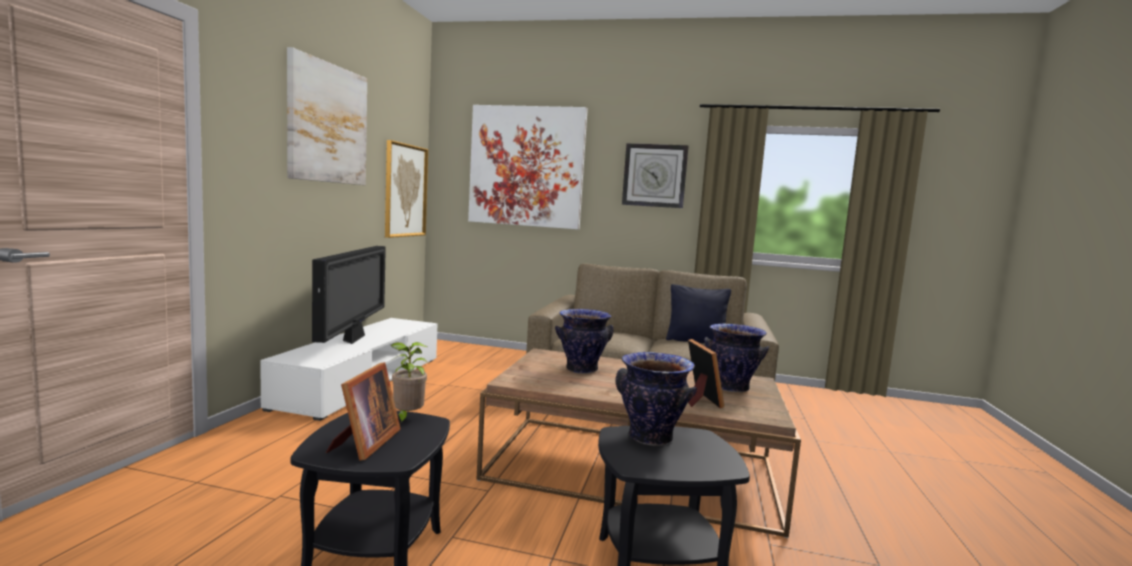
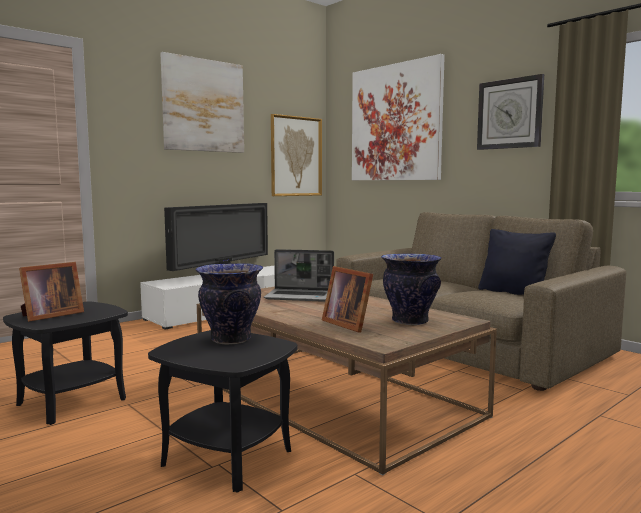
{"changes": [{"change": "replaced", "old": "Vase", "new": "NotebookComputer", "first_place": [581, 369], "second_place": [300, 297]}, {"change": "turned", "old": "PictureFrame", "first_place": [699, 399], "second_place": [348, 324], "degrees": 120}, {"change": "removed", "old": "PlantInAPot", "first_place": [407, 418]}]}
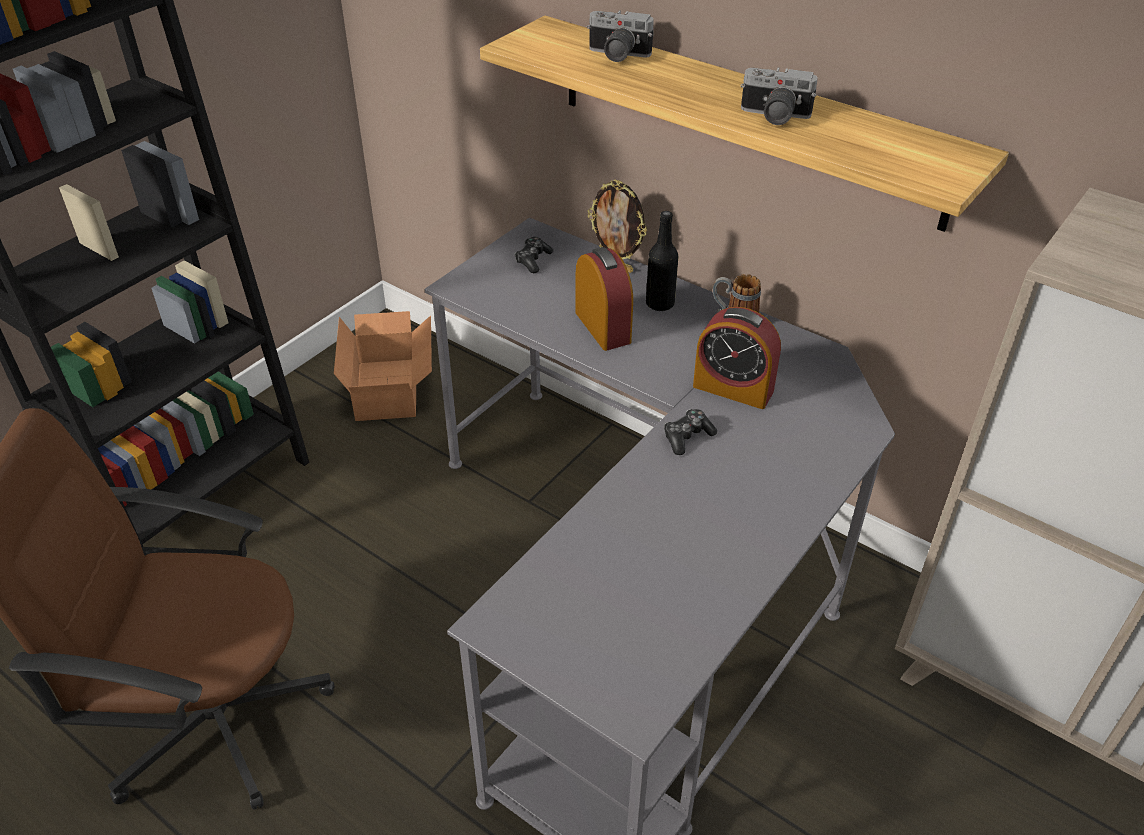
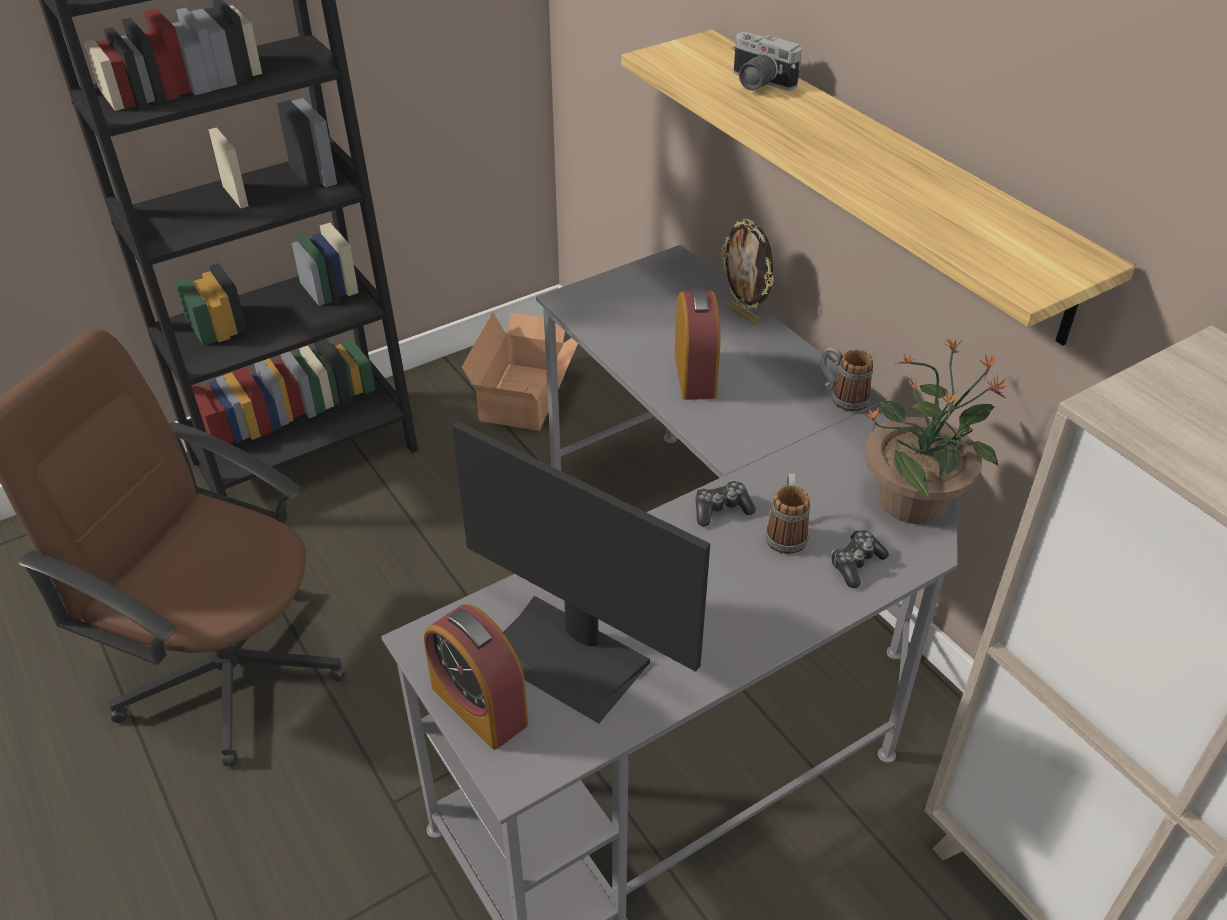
{"changes": [{"change": "removed", "old": "StillCamera", "first_place": [773, 117]}, {"change": "removed", "old": "BlackBottle", "first_place": [660, 304]}, {"change": "moved", "old": "GameController", "first_place": [533, 260], "second_place": [856, 564]}, {"change": "moved", "old": "AlarmClock", "first_place": [733, 388], "second_place": [479, 705]}, {"change": "added", "new": "PlantInAPot", "second_place": [914, 500]}, {"change": "added", "new": "Monitor", "second_place": [569, 656]}, {"change": "added", "new": "TeaMug", "second_place": [786, 532]}]}
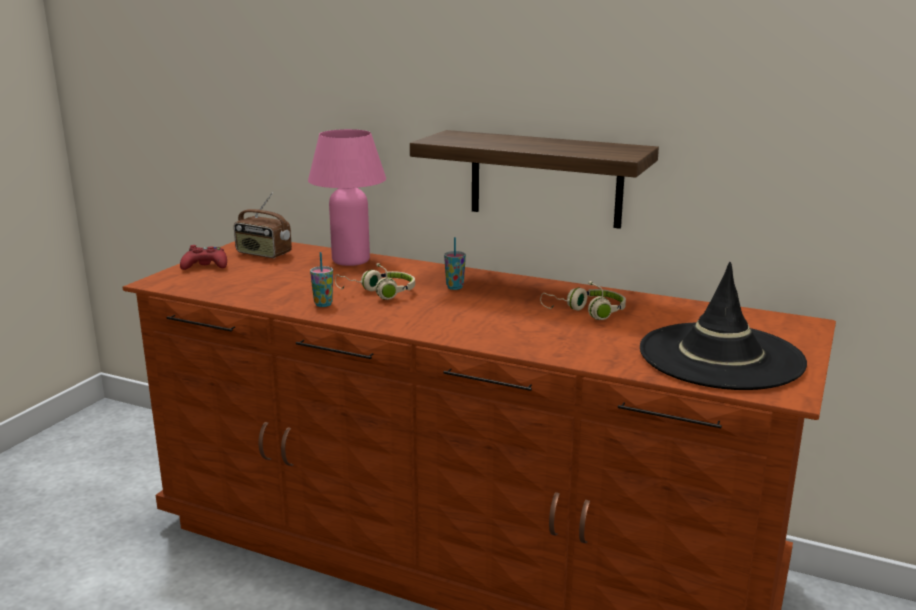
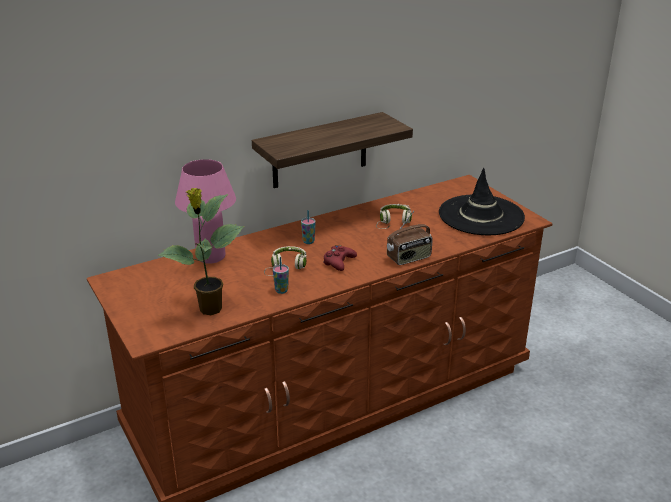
{"changes": [{"change": "moved", "old": "RadioSet", "first_place": [263, 254], "second_place": [409, 258]}, {"change": "moved", "old": "ReddishGameController", "first_place": [205, 266], "second_place": [339, 262]}, {"change": "added", "new": "PlantInAPot", "second_place": [209, 310]}]}
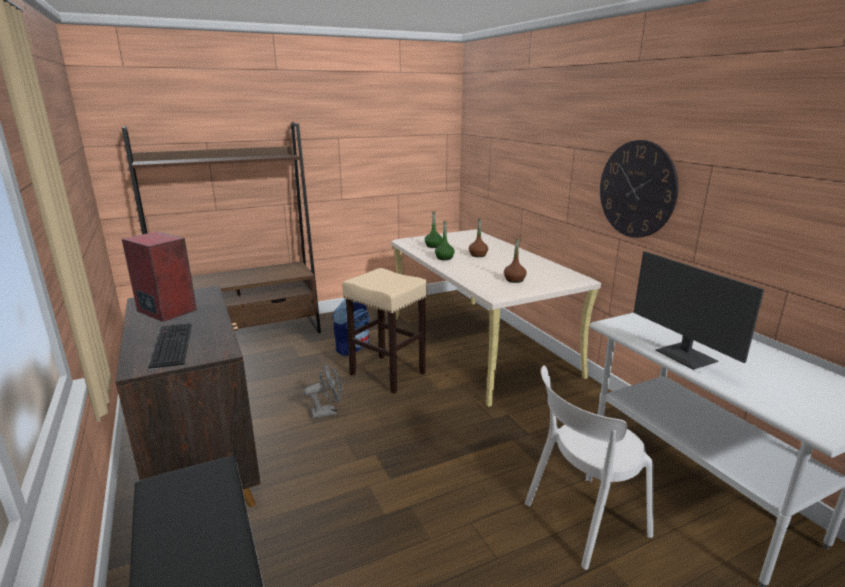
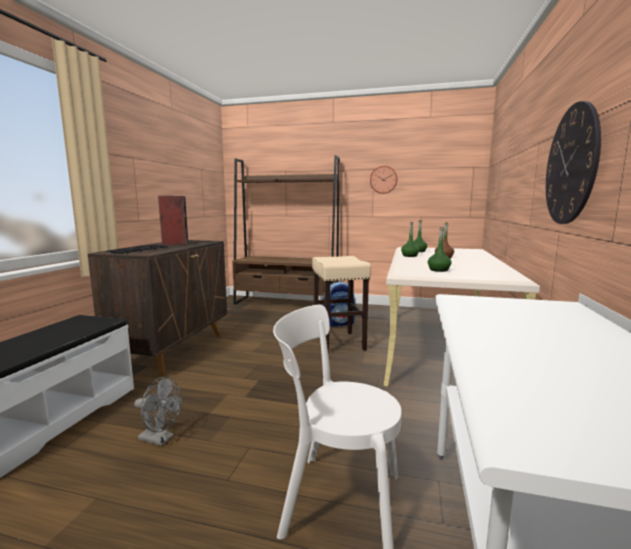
{"changes": [{"change": "recoloured", "old": "BrownishBottle", "new": "GreenishBottle", "first_place": [514, 280], "second_place": [439, 270]}, {"change": "removed", "old": "Monitor", "first_place": [685, 356]}, {"change": "moved", "old": "GrayCoolingFan", "first_place": [328, 412], "second_place": [160, 439]}, {"change": "added", "new": "ClockOnTheWall", "second_place": [383, 179]}]}
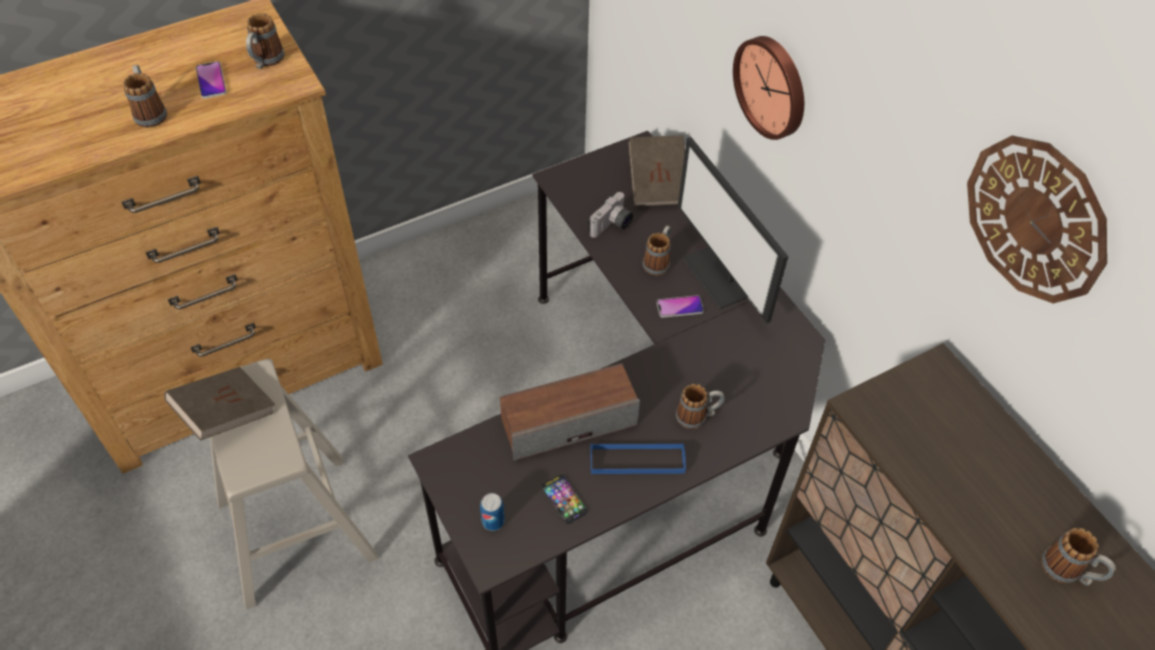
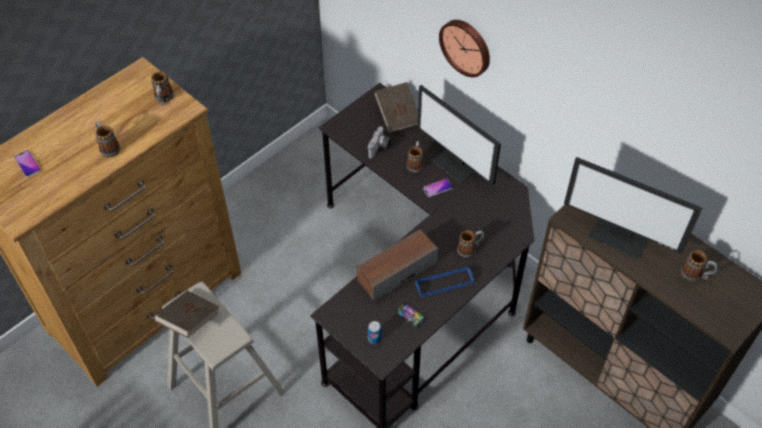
{"changes": [{"change": "moved", "old": "Handset", "first_place": [211, 81], "second_place": [27, 164]}, {"change": "removed", "old": "ClockOnTheWall", "first_place": [1036, 219]}, {"change": "added", "new": "Monitor", "second_place": [620, 236]}]}
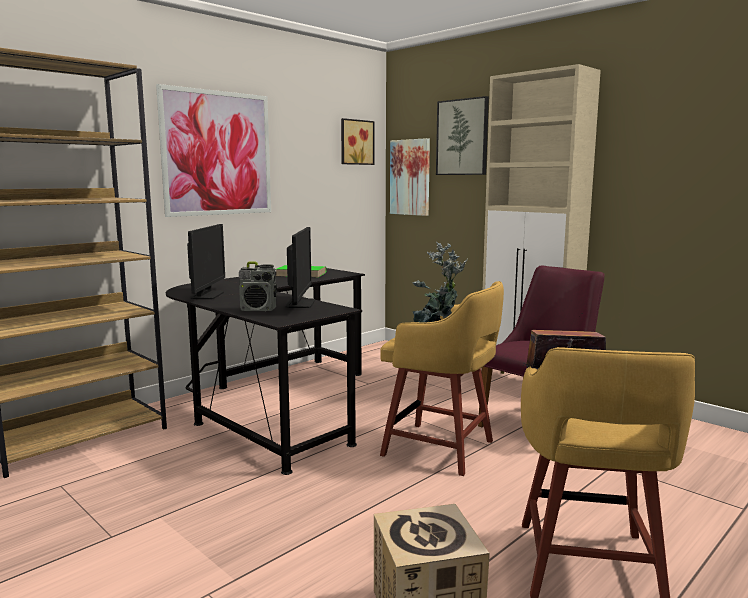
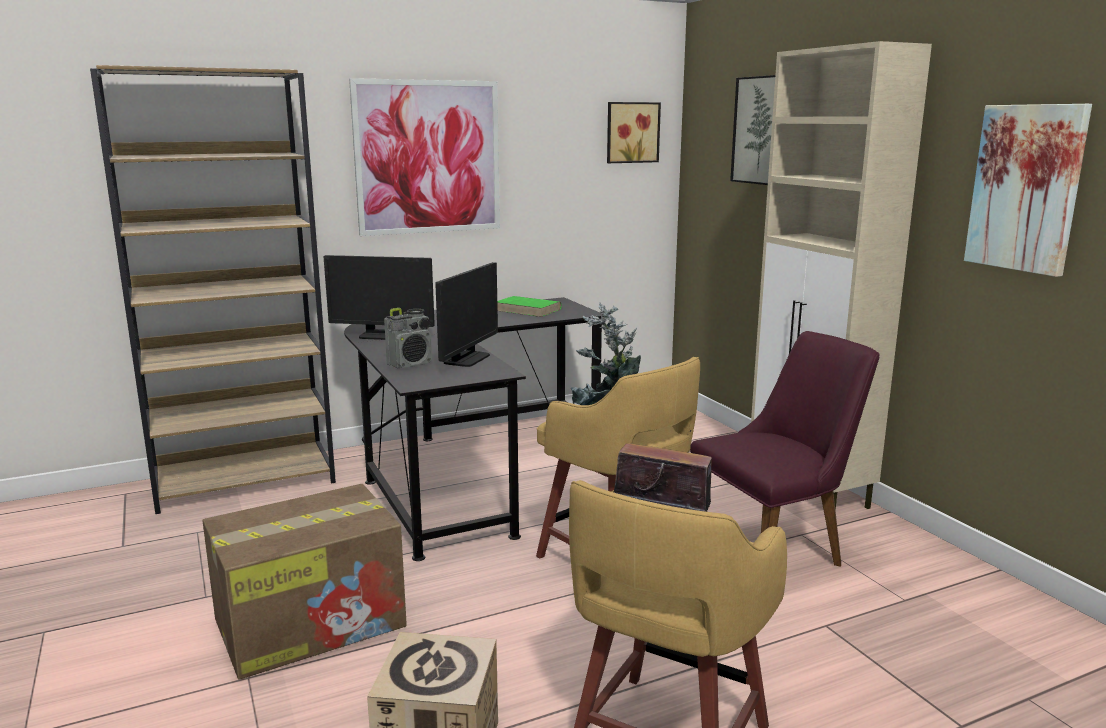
{"changes": [{"change": "moved", "old": "WallArt", "first_place": [410, 177], "second_place": [1026, 188]}, {"change": "turned", "old": "Monitor", "first_place": [207, 295], "second_place": [383, 336], "degrees": 75}, {"change": "turned", "old": "RadioSet", "first_place": [258, 309], "second_place": [410, 364], "degrees": -60}, {"change": "added", "new": "PackingBox", "second_place": [313, 622]}]}
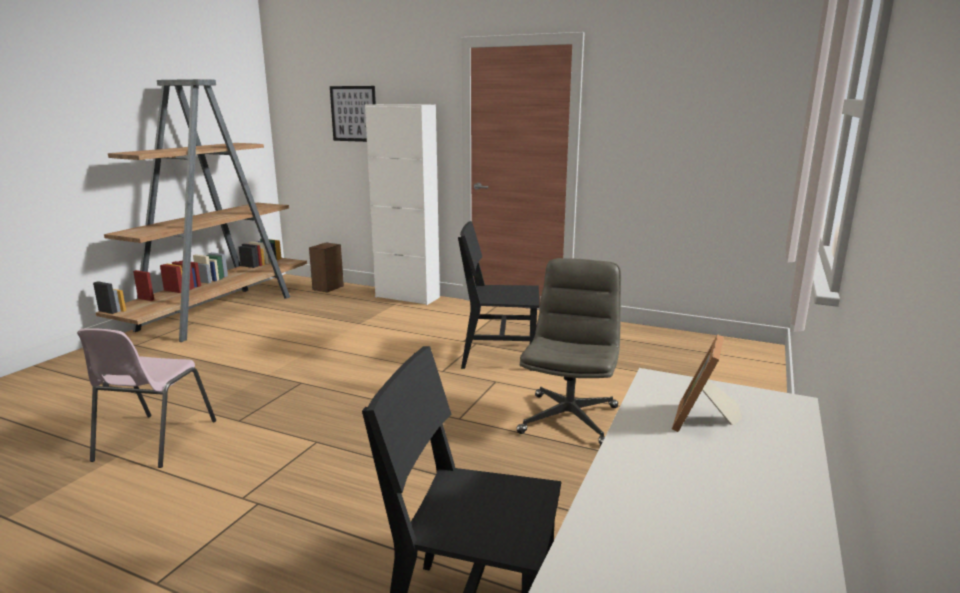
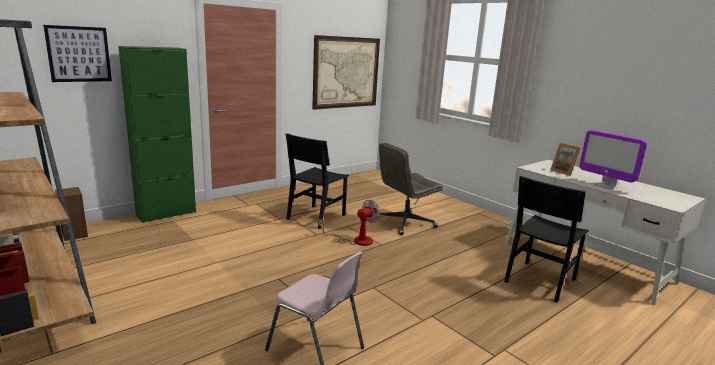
{"changes": [{"change": "recoloured", "old": "WhitishStorageCabinet", "new": "GreenishStorageCabinet", "first_place": [407, 297], "second_place": [166, 213]}, {"change": "turned", "old": "GrayOfficeChair", "first_place": [569, 419], "second_place": [404, 223], "degrees": -75}, {"change": "added", "new": "WallArt", "second_place": [346, 72]}, {"change": "added", "new": "Monitor", "second_place": [605, 186]}, {"change": "added", "new": "CoolingFan", "second_place": [355, 240]}]}
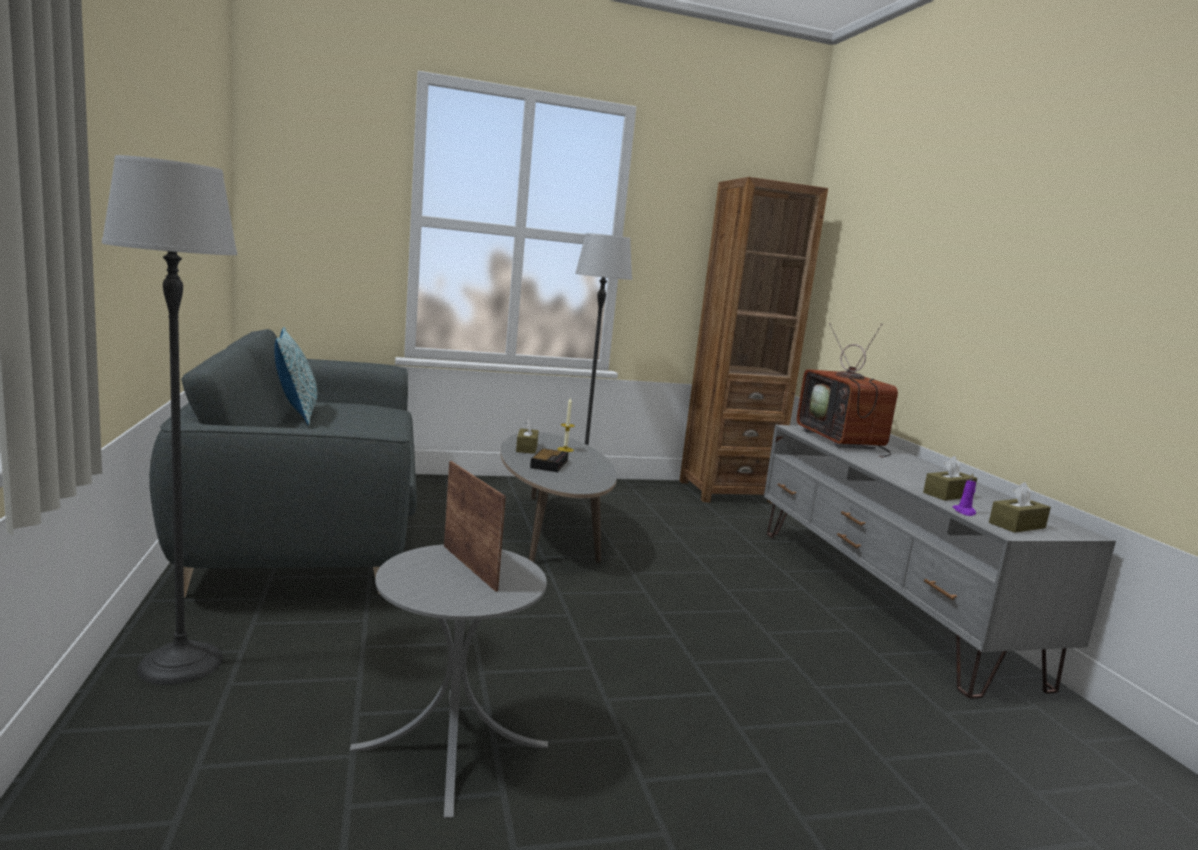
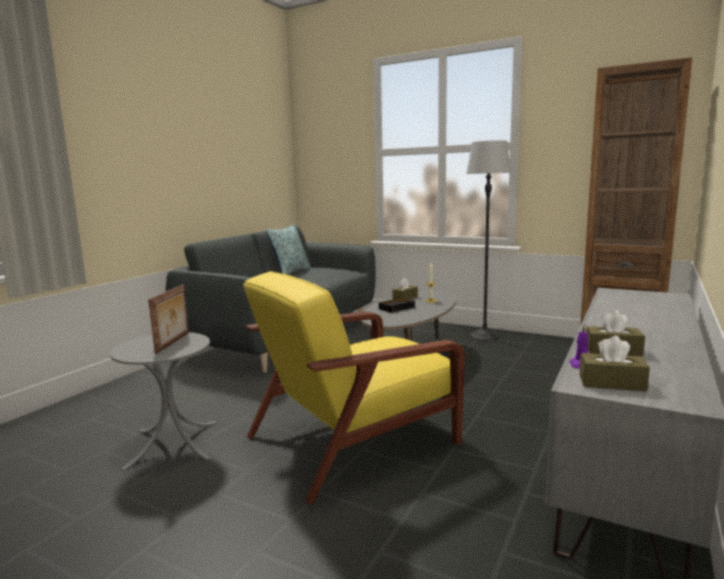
{"changes": [{"change": "removed", "old": "StandardLamp", "first_place": [180, 663]}, {"change": "removed", "old": "TvSet", "first_place": [843, 441]}, {"change": "added", "new": "YellowArmchair", "second_place": [356, 438]}]}
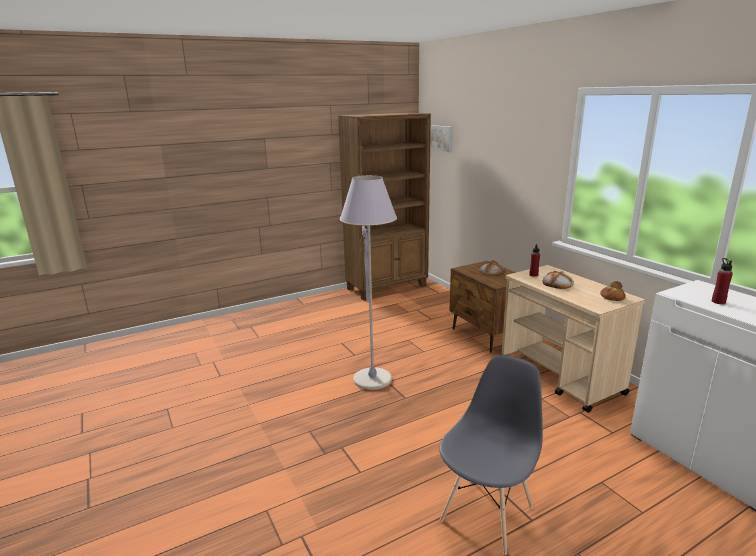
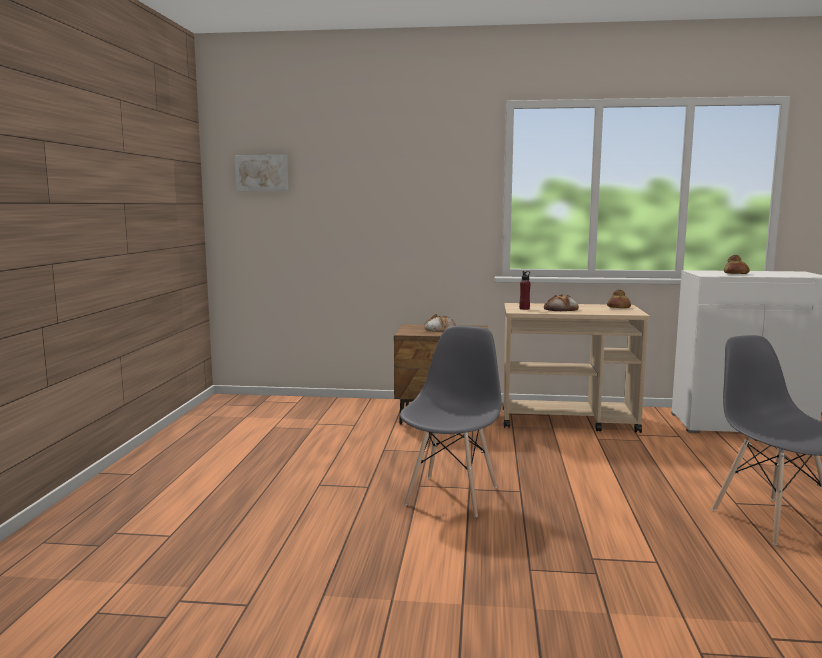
{"changes": [{"change": "removed", "old": "BrownishBookcase", "first_place": [387, 287]}, {"change": "replaced", "old": "GrayStandardLamp", "new": "GrayChair", "first_place": [372, 380], "second_place": [452, 495]}, {"change": "replaced", "old": "ReddishBottle", "new": "BakedBread", "first_place": [718, 302], "second_place": [735, 274]}]}
